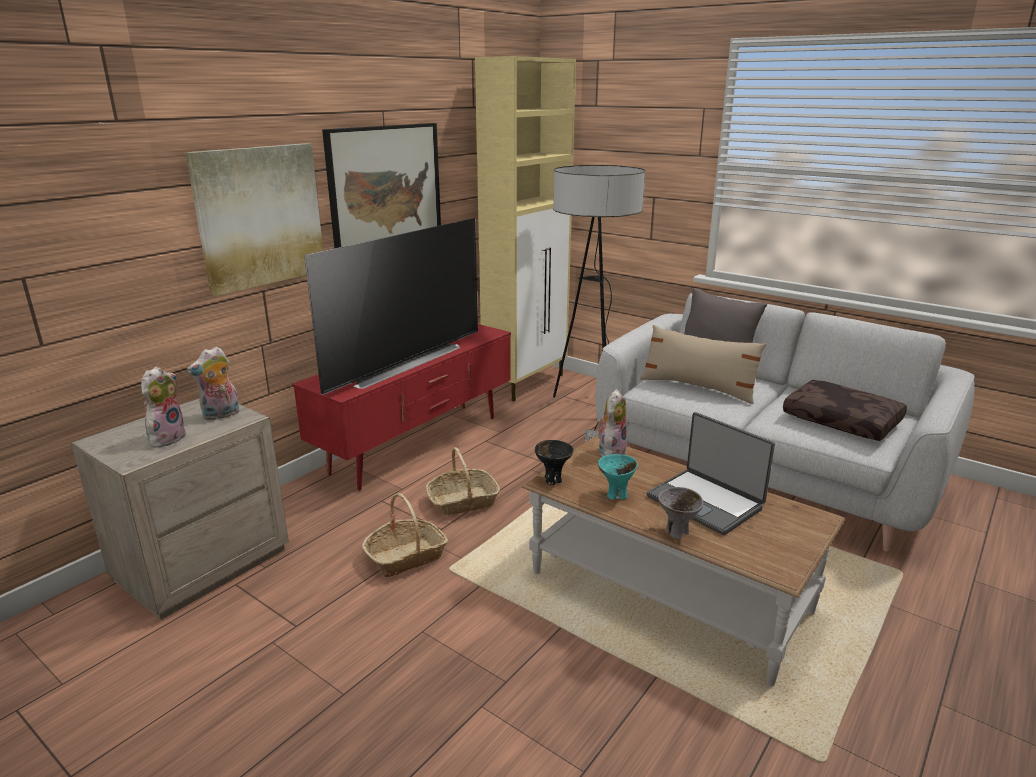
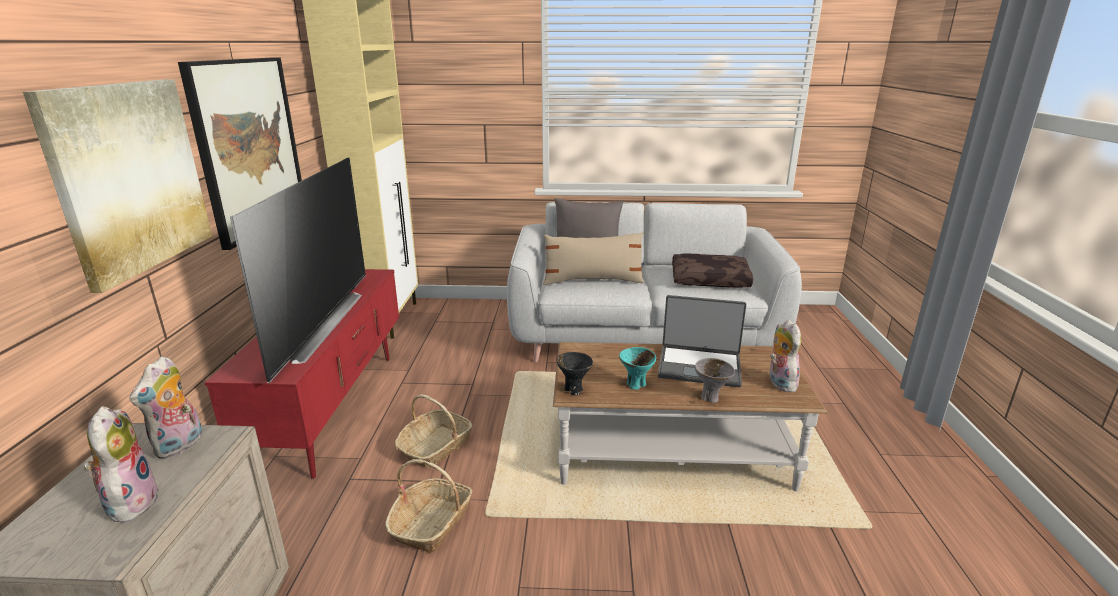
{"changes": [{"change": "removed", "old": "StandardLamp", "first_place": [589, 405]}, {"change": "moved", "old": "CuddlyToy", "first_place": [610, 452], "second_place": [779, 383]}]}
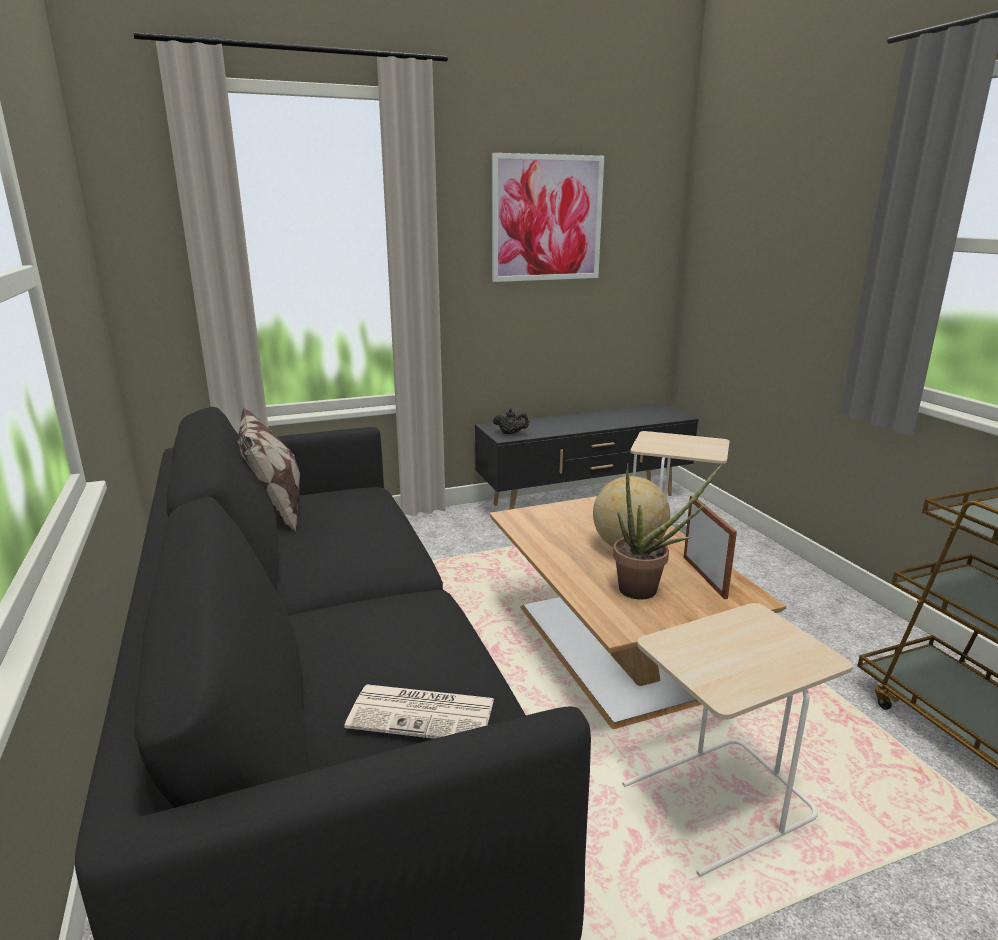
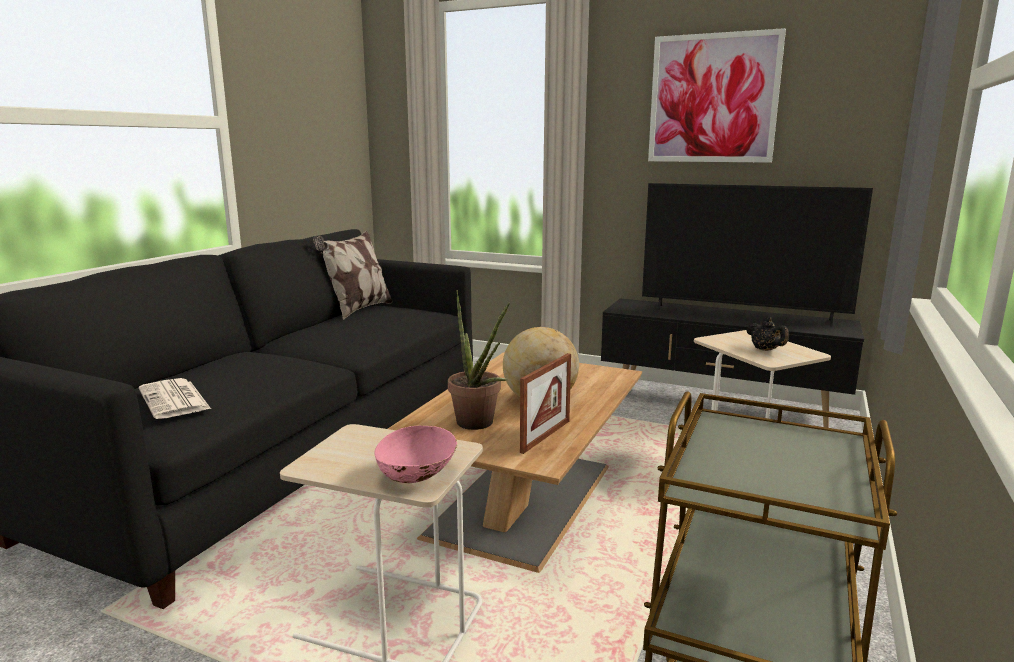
{"changes": [{"change": "moved", "old": "BlackPotForTea", "first_place": [511, 434], "second_place": [765, 350]}, {"change": "added", "new": "TvSet", "second_place": [741, 314]}, {"change": "added", "new": "PinkishBowl", "second_place": [417, 476]}]}
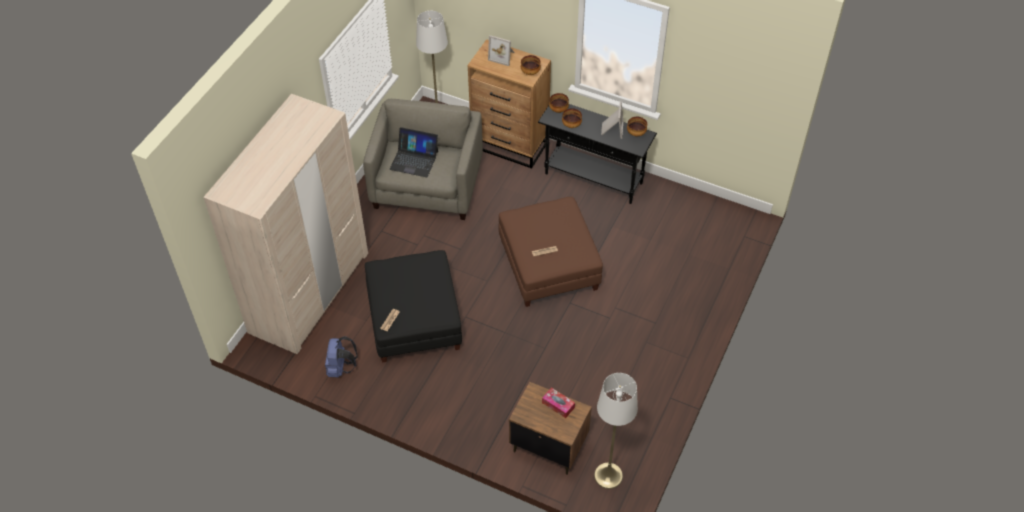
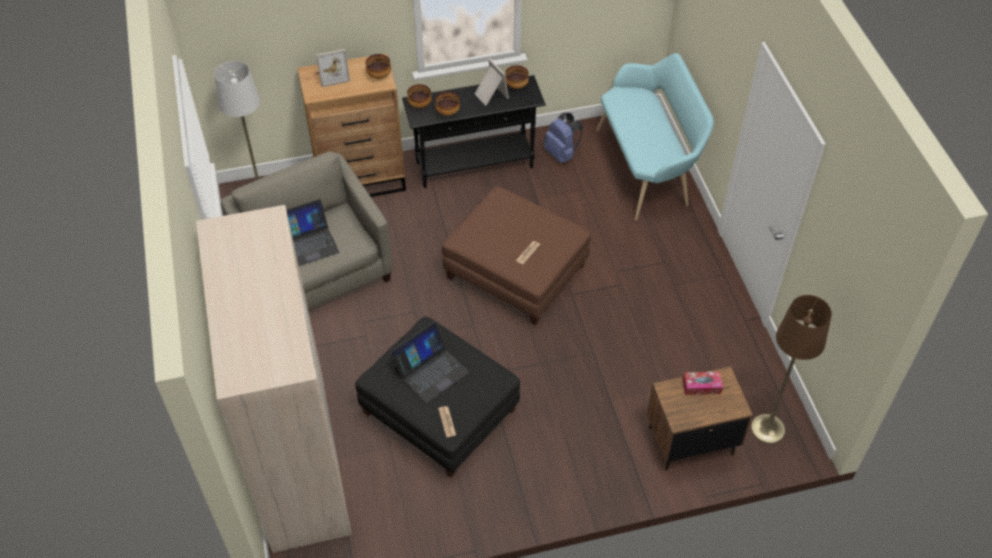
{"changes": [{"change": "moved", "old": "BlueColouredKnapsack", "first_place": [341, 368], "second_place": [562, 154]}, {"change": "recoloured", "old": "WhitishStandardLamp", "new": "BrownishStandardLamp", "first_place": [608, 475], "second_place": [767, 429]}, {"change": "added", "new": "BlueGreenLongSeat", "second_place": [647, 168]}, {"change": "added", "new": "NotebookComputer", "second_place": [430, 371]}]}
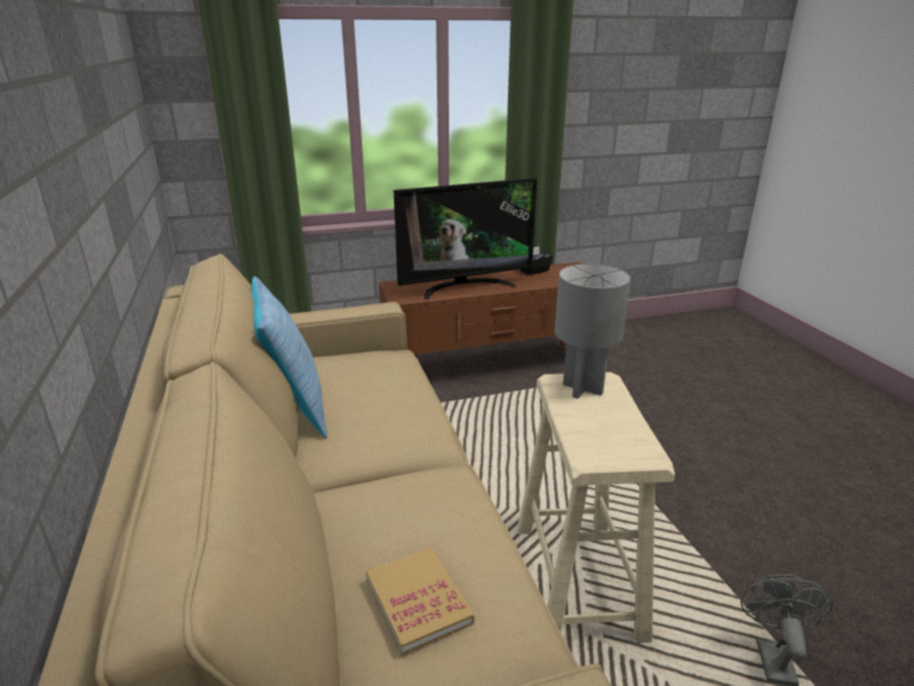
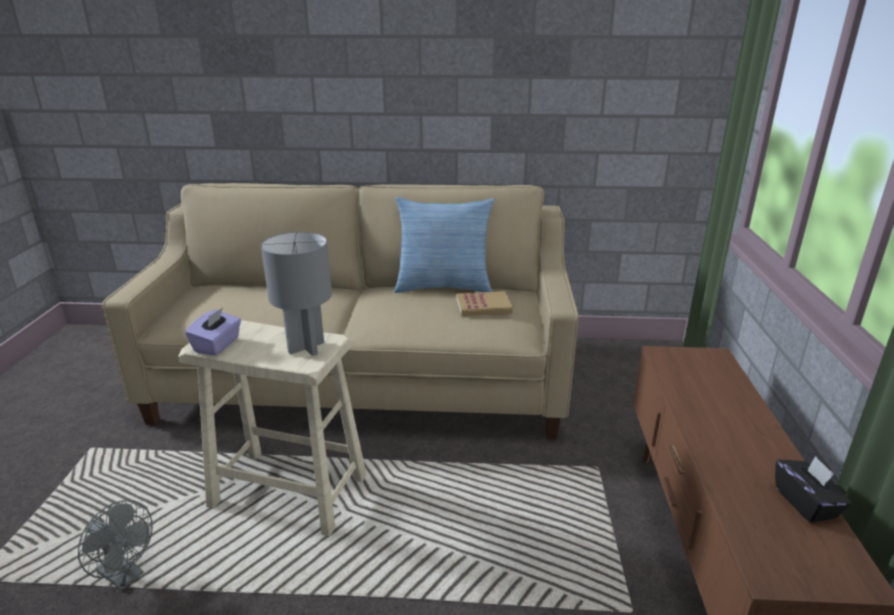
{"changes": [{"change": "removed", "old": "TvSet", "first_place": [464, 287]}, {"change": "moved", "old": "BoundBook", "first_place": [418, 601], "second_place": [483, 306]}, {"change": "added", "new": "PurpleBoxOfTissues", "second_place": [217, 345]}]}
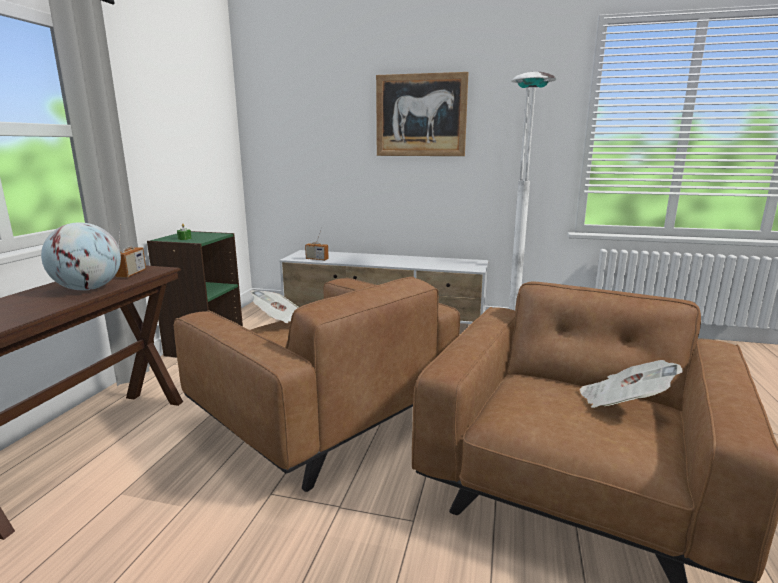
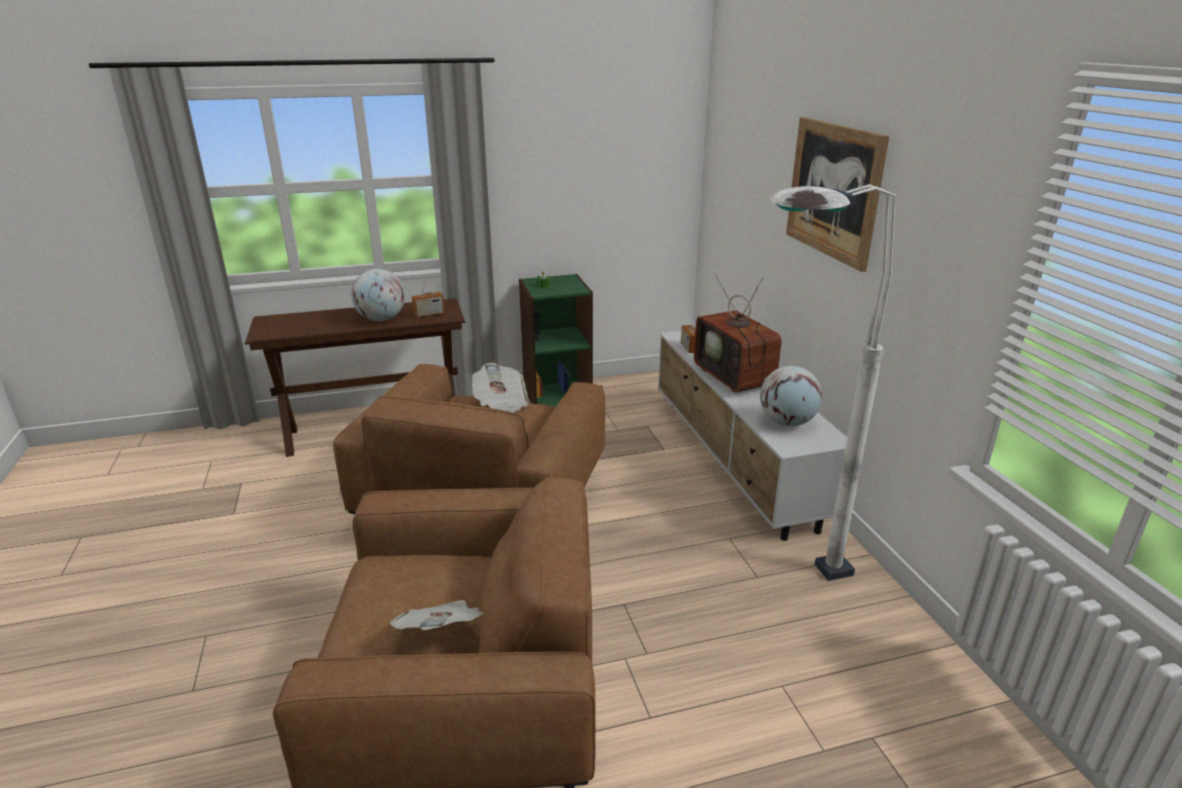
{"changes": [{"change": "added", "new": "TvSet", "second_place": [737, 378]}, {"change": "added", "new": "WorldGlobe", "second_place": [787, 422]}]}
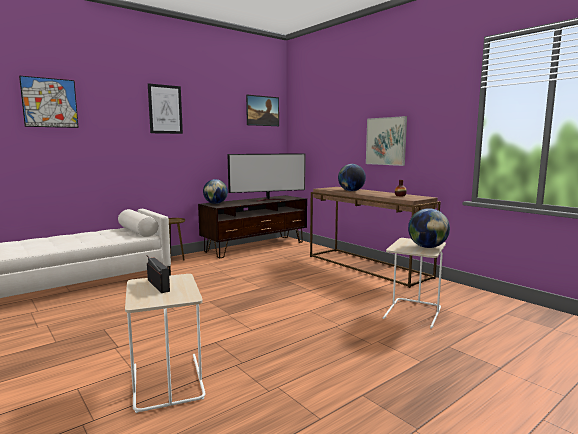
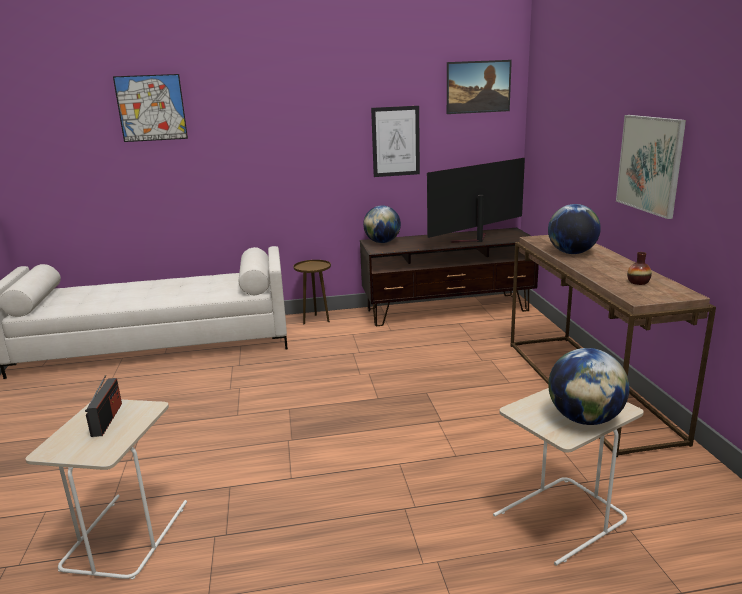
{"changes": [{"change": "moved", "old": "WallArt", "first_place": [165, 109], "second_place": [395, 141]}, {"change": "turned", "old": "TvSet", "first_place": [270, 200], "second_place": [473, 240], "degrees": 135}]}
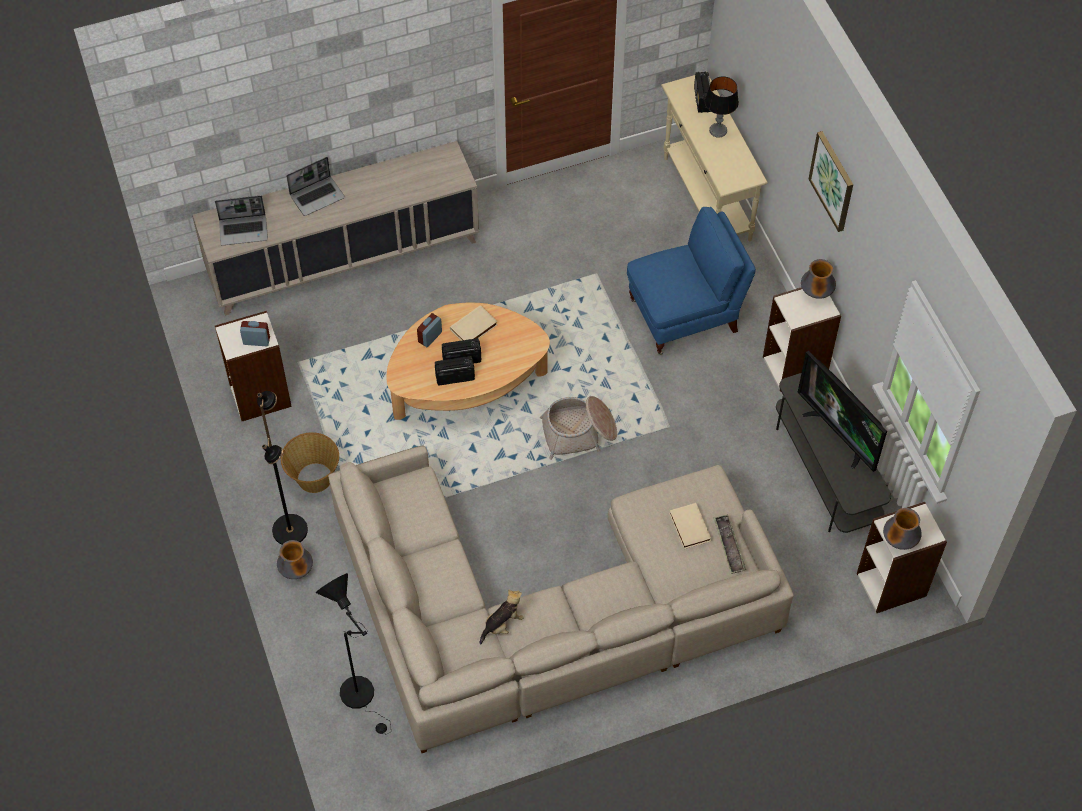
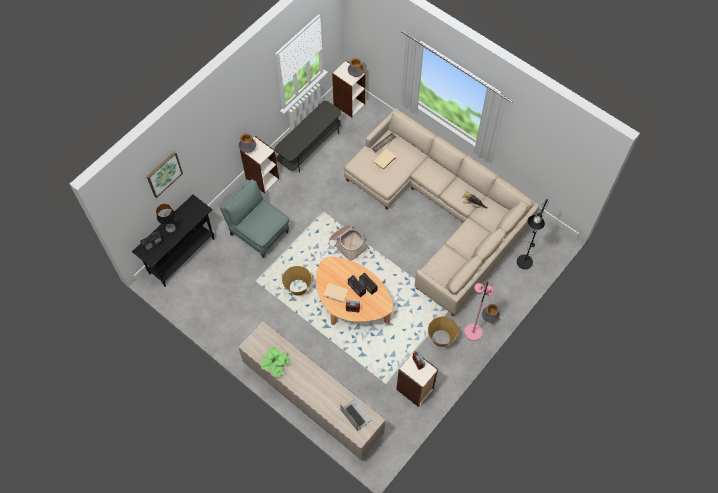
{"changes": [{"change": "recoloured", "old": "BeigeConsoleTable", "new": "BlackConsoleTable", "first_place": [706, 199], "second_place": [182, 256]}, {"change": "moved", "old": "WallArt", "first_place": [832, 181], "second_place": [164, 174]}, {"change": "removed", "old": "NotebookComputer", "first_place": [317, 196]}, {"change": "recoloured", "old": "BlueColouredArmchair", "new": "GrayArmchair", "first_place": [684, 316], "second_place": [259, 233]}, {"change": "removed", "old": "TvSet", "first_place": [838, 434]}, {"change": "recoloured", "old": "BlackStandardLamp", "new": "PinkishStandardLamp", "first_place": [291, 530], "second_place": [472, 332]}, {"change": "added", "new": "HouseholdBasket", "second_place": [298, 288]}, {"change": "added", "new": "PlantInAPot", "second_place": [275, 363]}]}
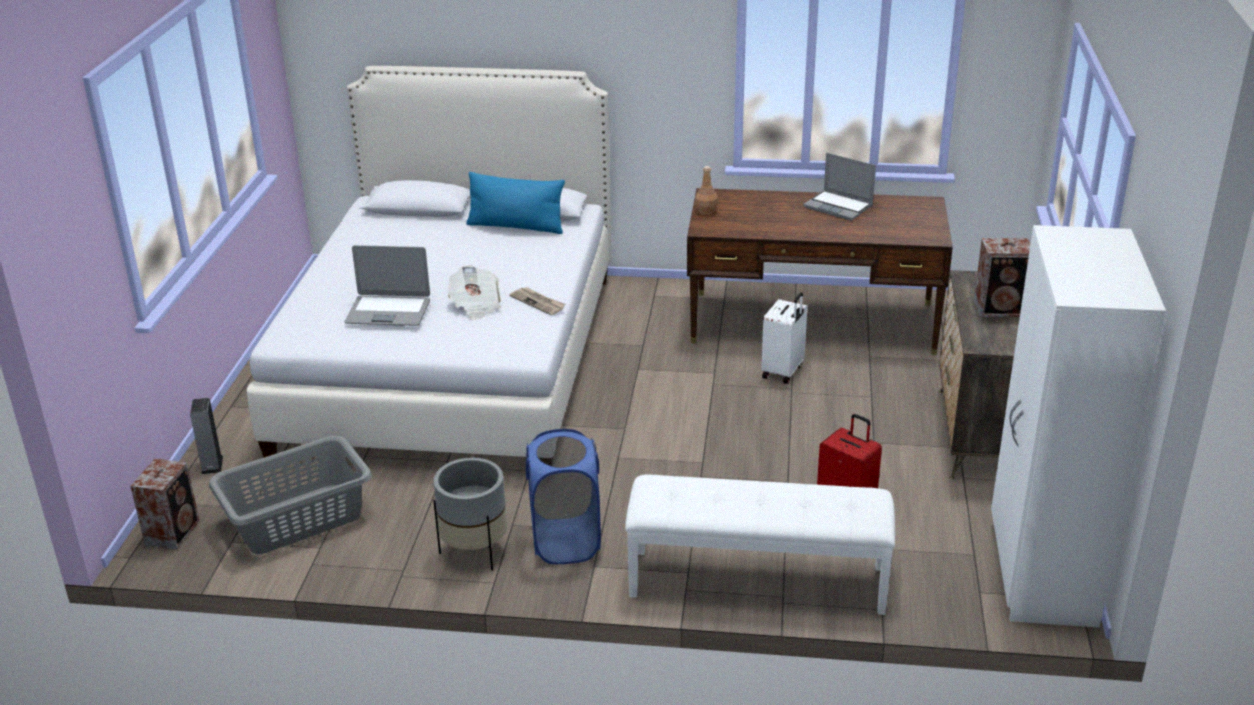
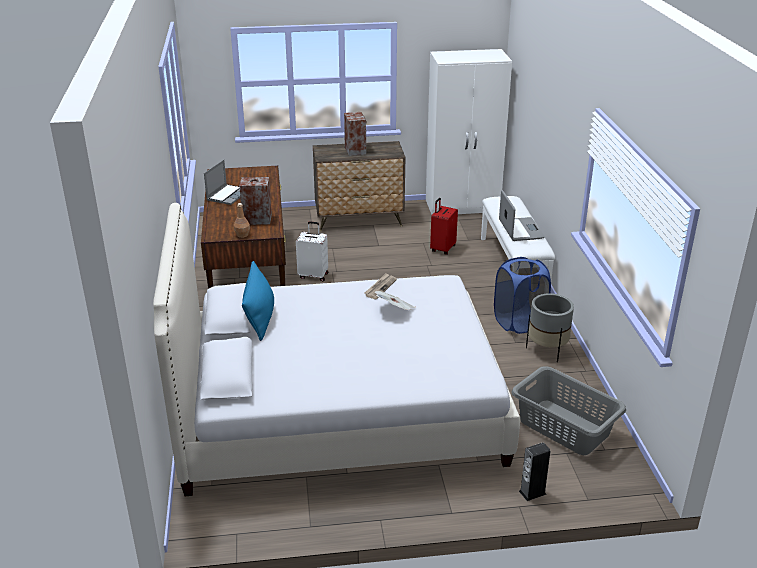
{"changes": [{"change": "moved", "old": "NotebookComputer", "first_place": [388, 311], "second_place": [520, 230]}, {"change": "moved", "old": "AudioSpeaker", "first_place": [174, 532], "second_place": [256, 219]}]}
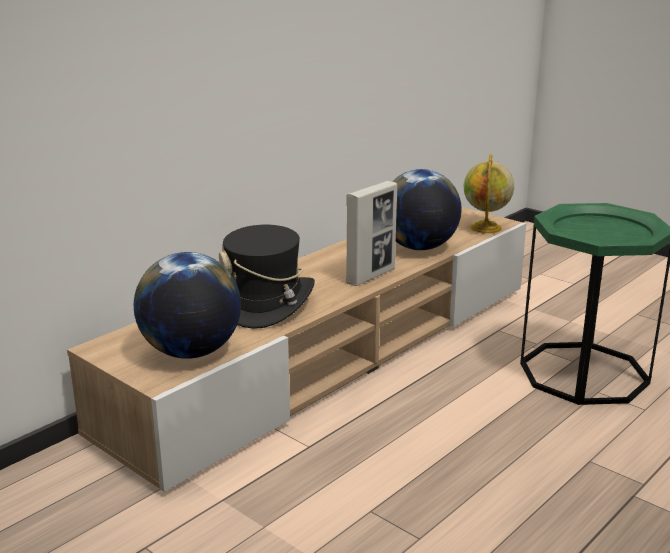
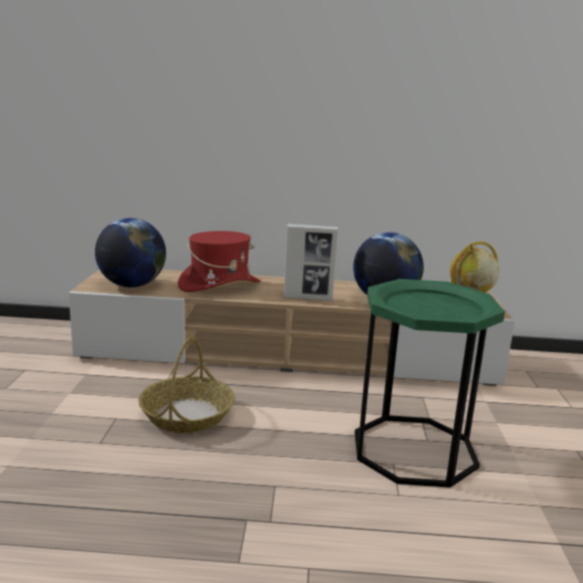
{"changes": [{"change": "recoloured", "old": "BlackHat", "new": "ReddishHat", "first_place": [264, 303], "second_place": [219, 285]}, {"change": "added", "new": "HouseholdBasket", "second_place": [187, 414]}]}
